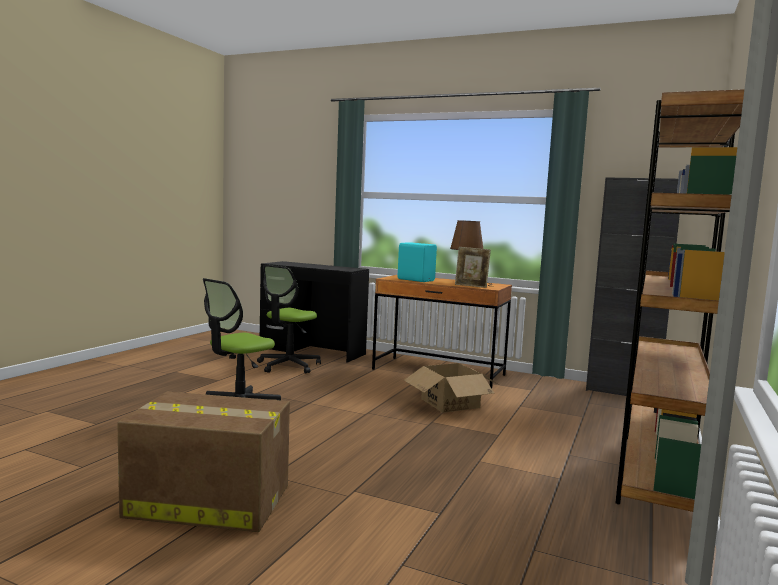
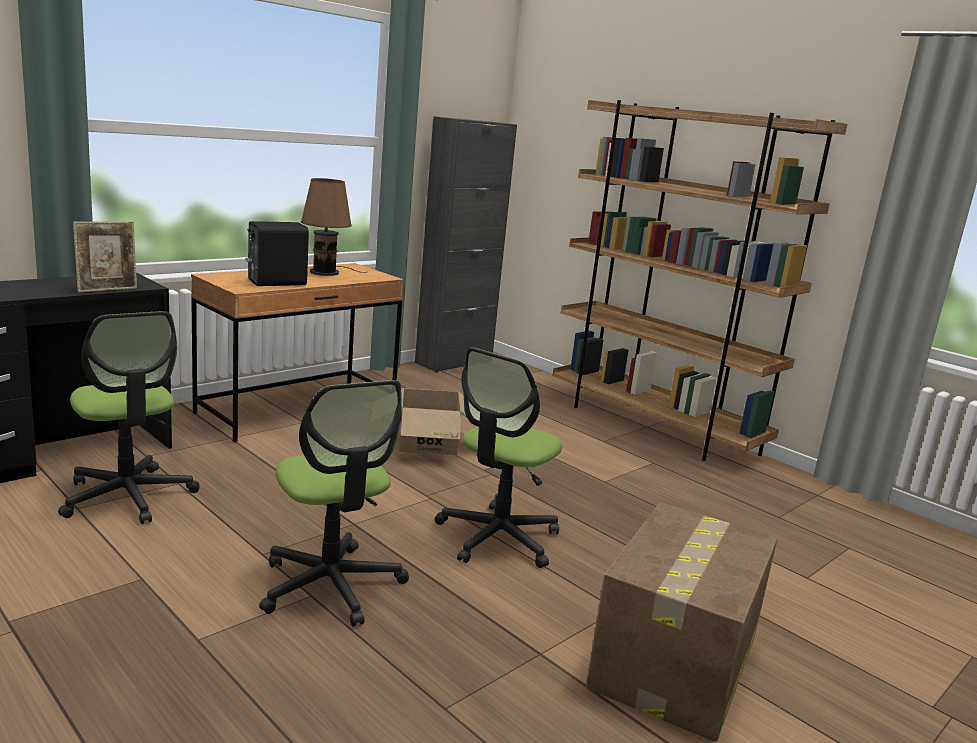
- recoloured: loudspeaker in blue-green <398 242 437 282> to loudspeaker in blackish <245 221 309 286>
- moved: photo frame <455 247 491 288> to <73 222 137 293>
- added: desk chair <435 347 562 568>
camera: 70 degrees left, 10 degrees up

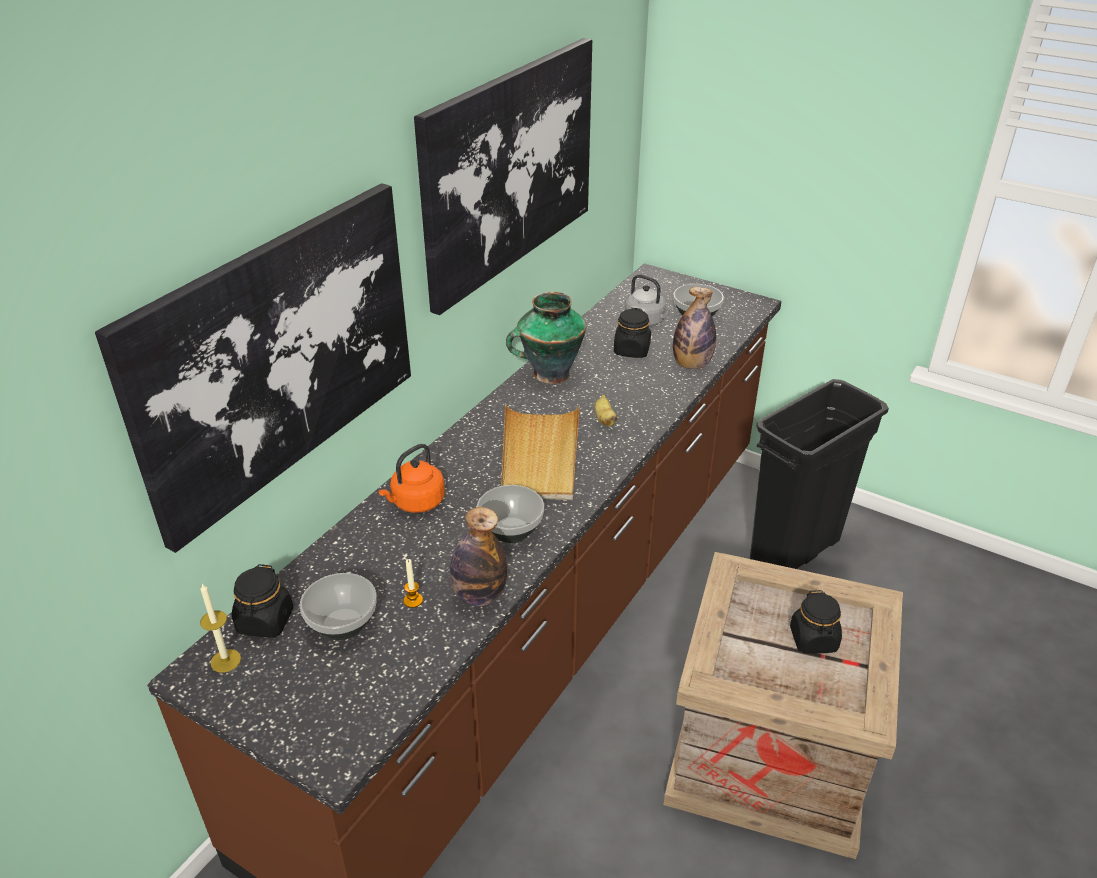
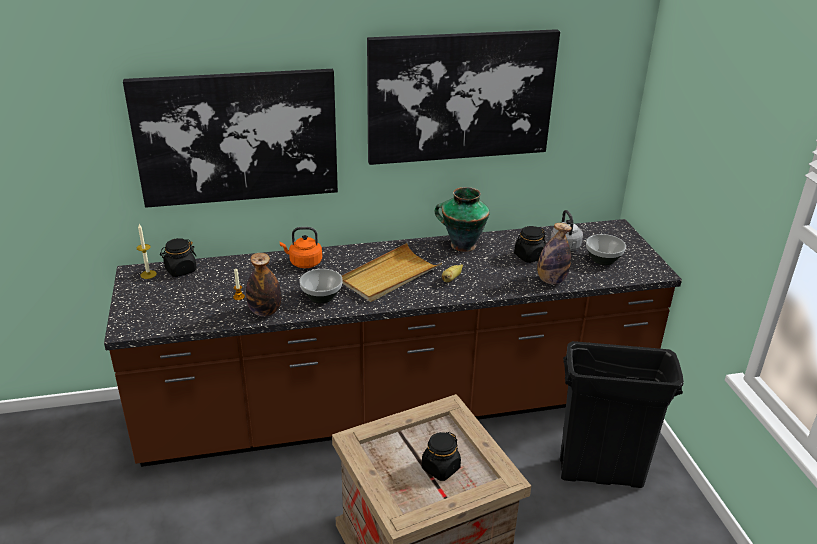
- removed: serving bowl <300 573 377 640>
camera: 45 degrees right, 5 degrees down

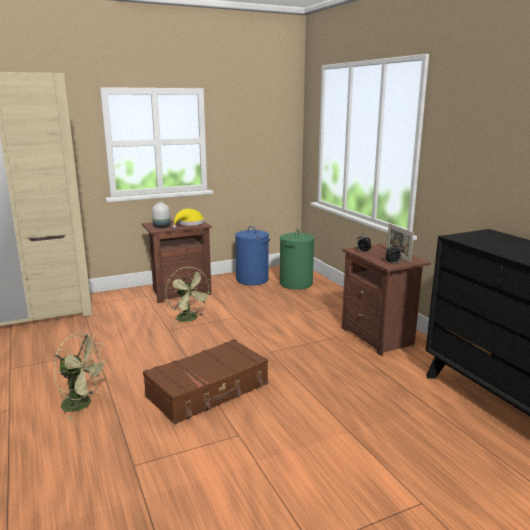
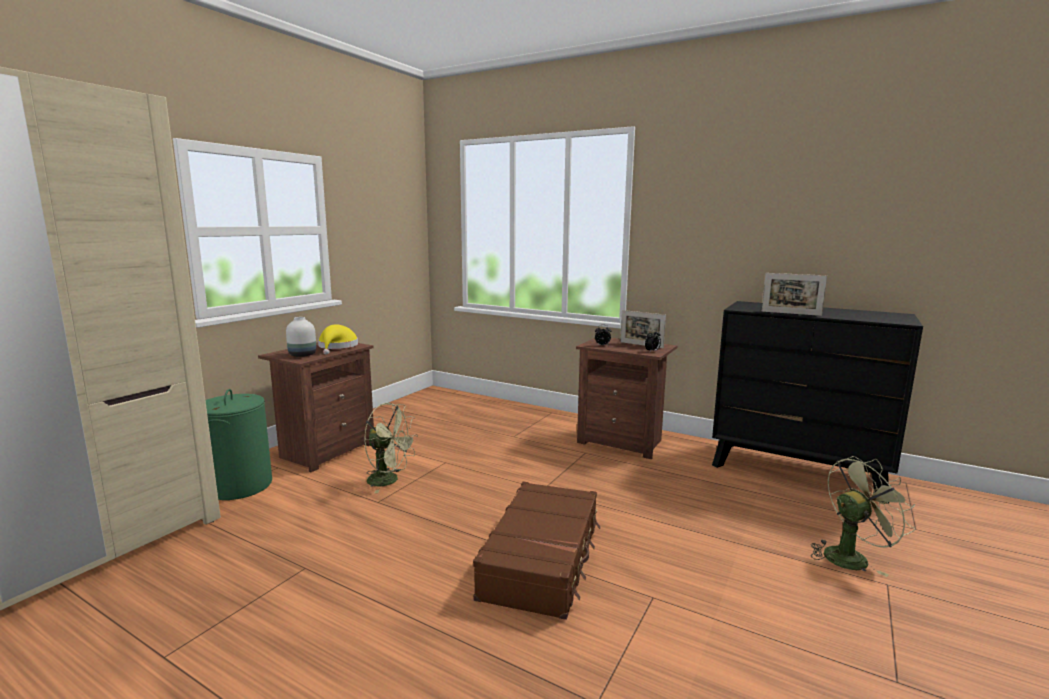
- moved: electric fan in green-coloured <54 333 108 420> to <811 456 915 577>
- removed: hamper in bluish <235 226 270 285>
- moved: hamper in green-coloured <280 229 314 290> to <205 389 272 500>
- added: photo frame <762 273 827 316>
camera: 35 degrees left, 5 degrees down

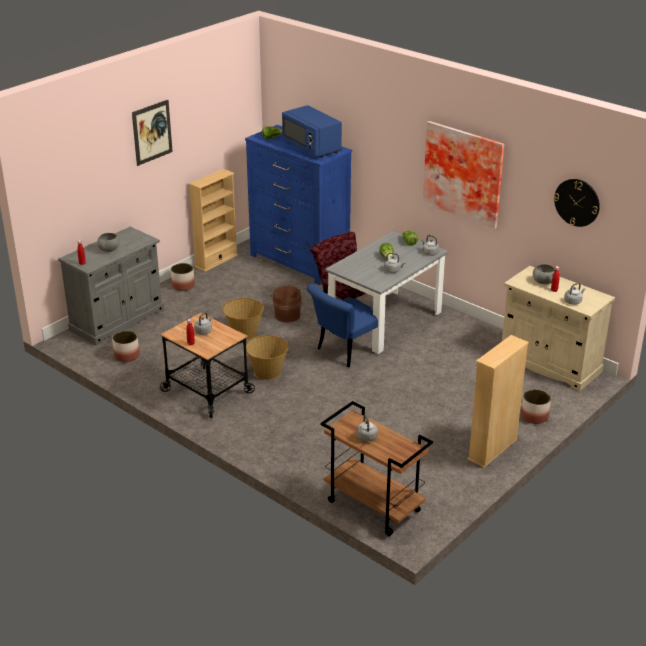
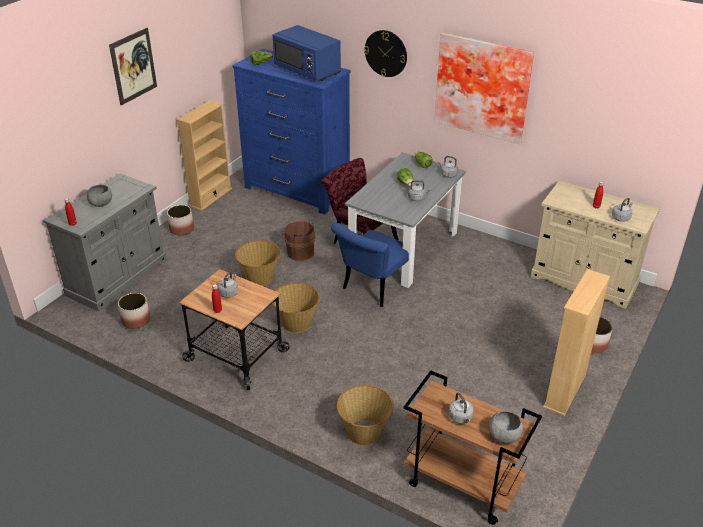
- moved: serving bowl in gray <533 264 555 284> to <489 411 523 444>
- moved: clock on the wall <554 179 600 227> to <364 30 407 77>
- added: storage basket <337 385 394 445>
camera: 10 degrees left, 5 degrees up

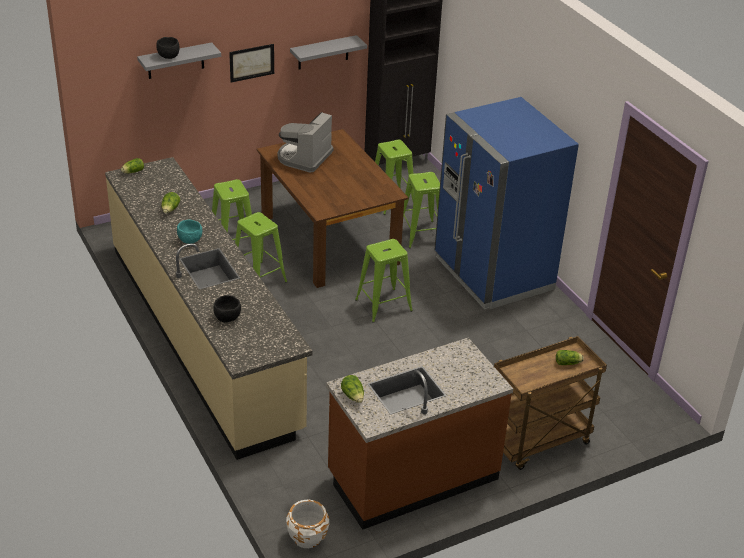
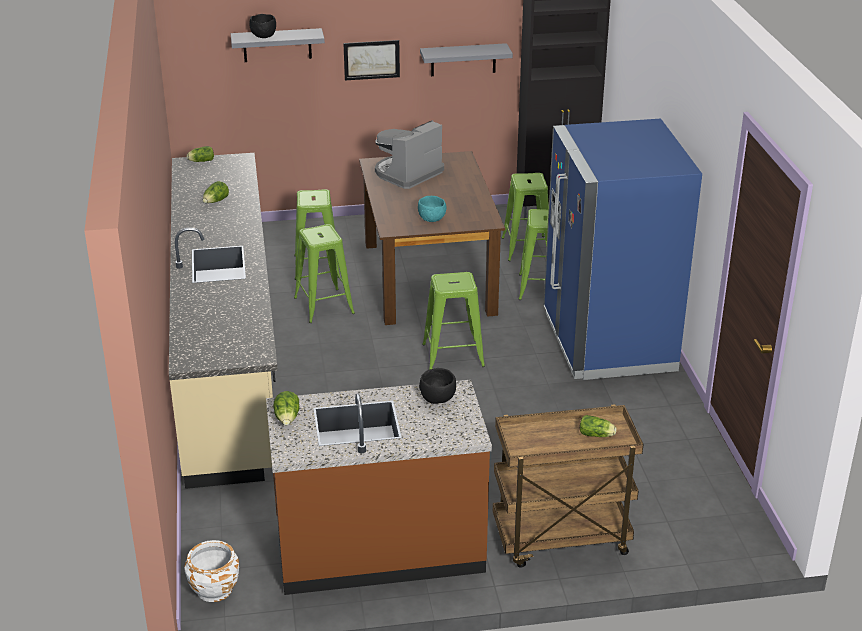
- moved: serving bowl in blue-green <177 220 202 244> to <418 196 447 222>
- moved: serving bowl in blackish <213 295 241 323> to <419 368 456 404>
camera: 20 degrees right, 5 degrees down

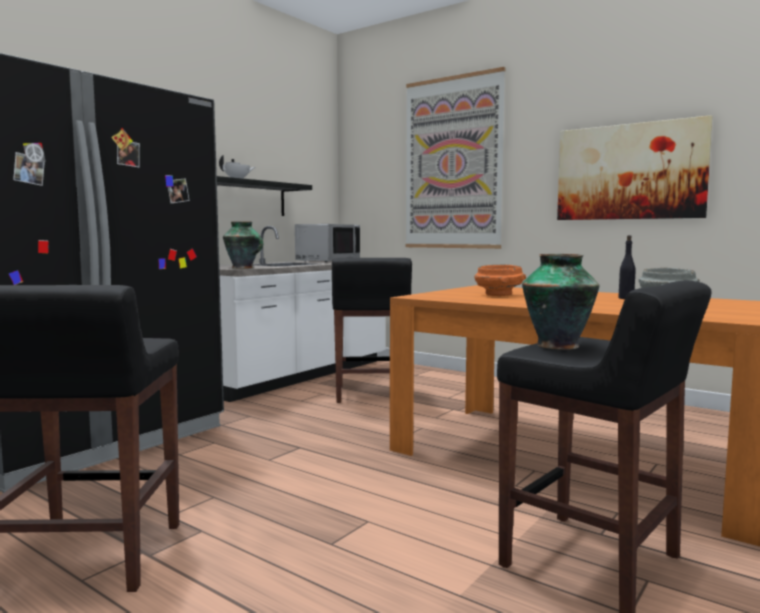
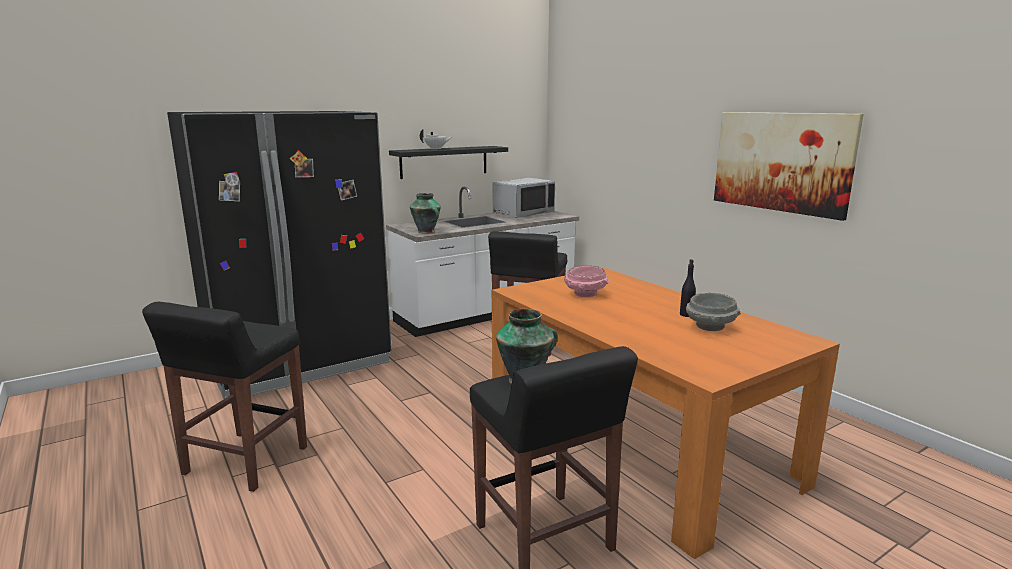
- removed: wall art <405 67 505 249>
- recoloured: serving bowl in orange-coloured <475 265 526 296> to serving bowl in pink-coloured <564 266 609 297>
camera: 20 degrees right, 10 degrees up

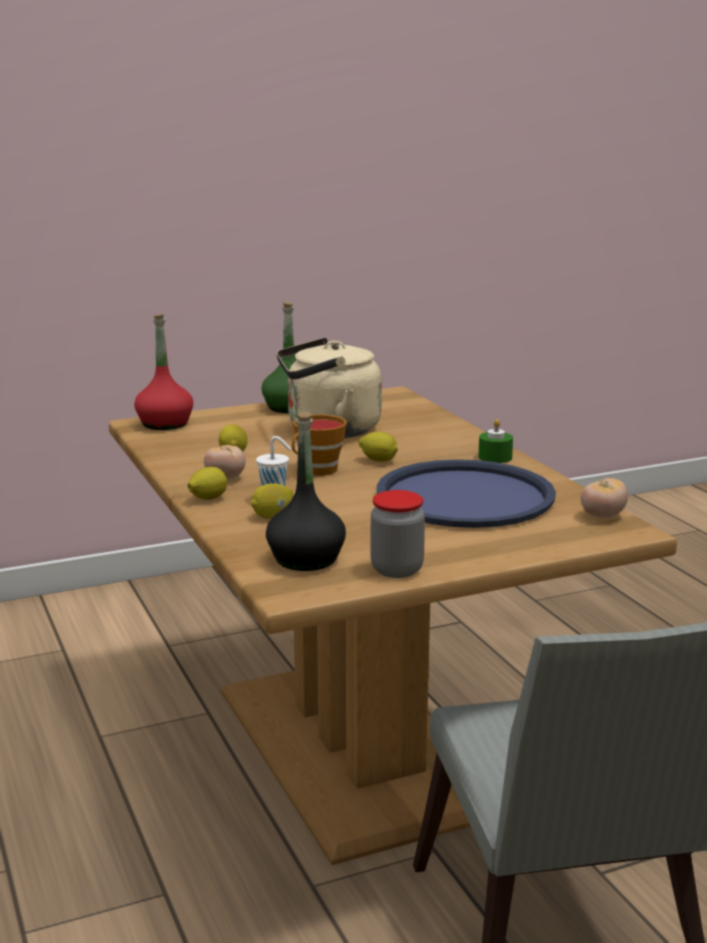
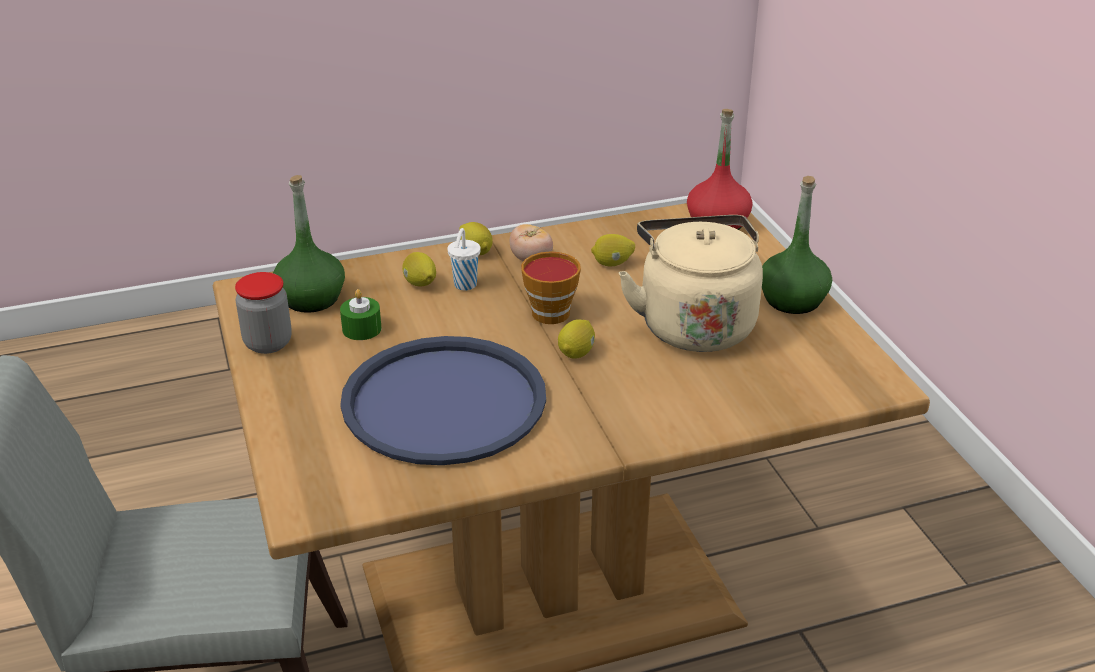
- recoloured: drink bottle in blackish <266 412 346 571> to drink bottle in green-coloured <273 175 345 313>
- moved: candle in green-coloured <478 419 513 463> to <340 289 382 340>
- removed: tomato <581 478 628 518>
camera: 95 degrees right, 15 degrees up

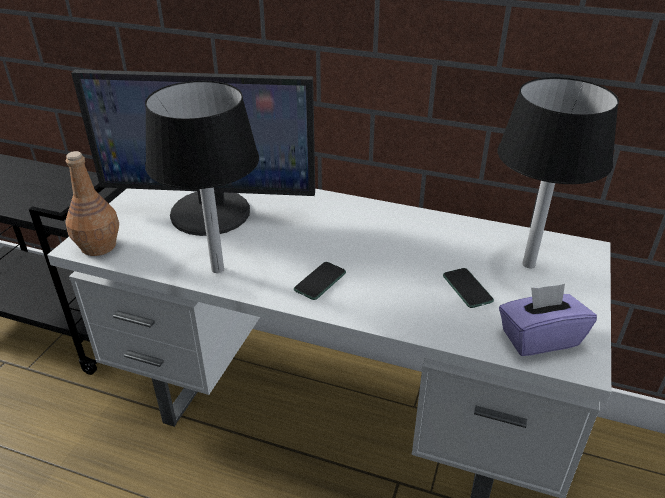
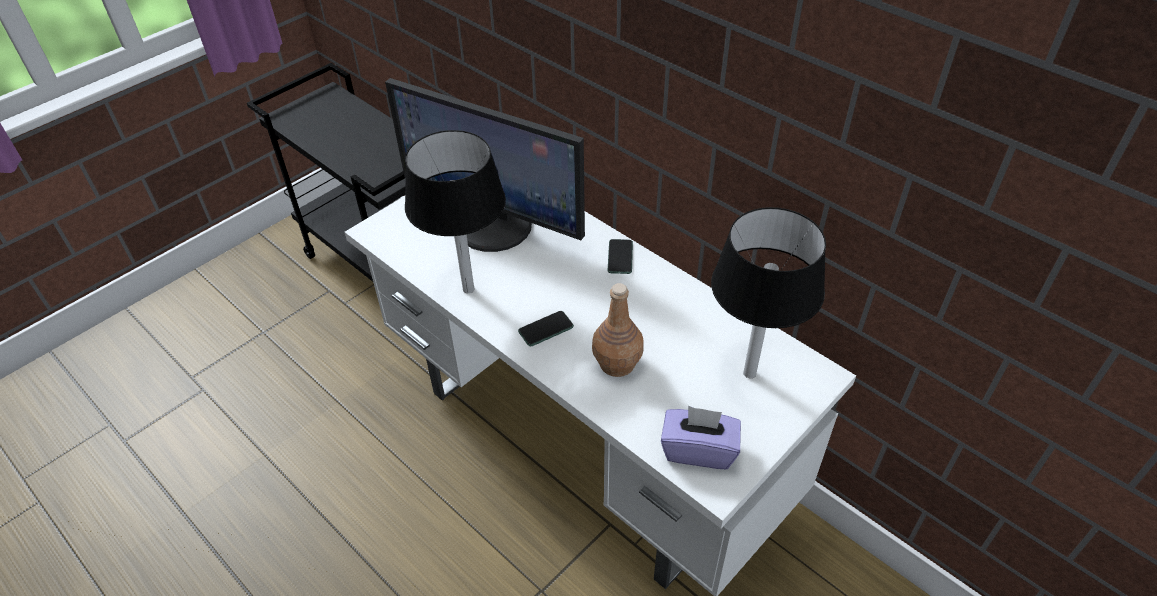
- moved: drink bottle in brown <65 151 119 256> to <592 283 644 377>
- moved: phone <443 268 494 308> to <608 239 633 274>
camera: 25 degrees right, 10 degrees up

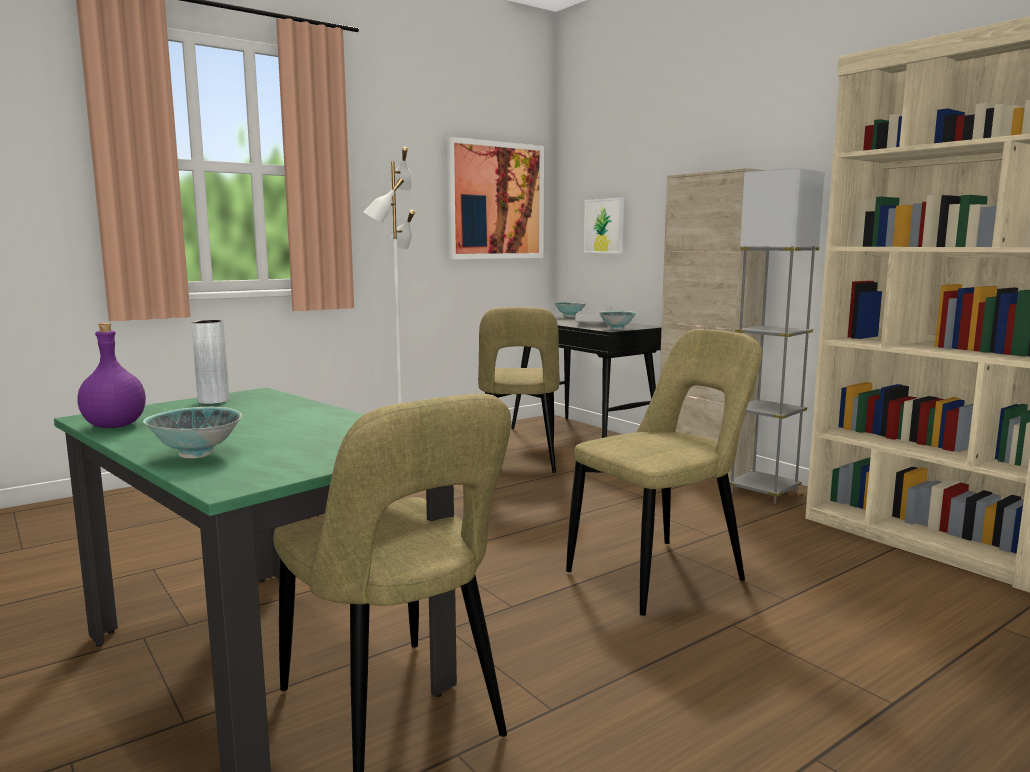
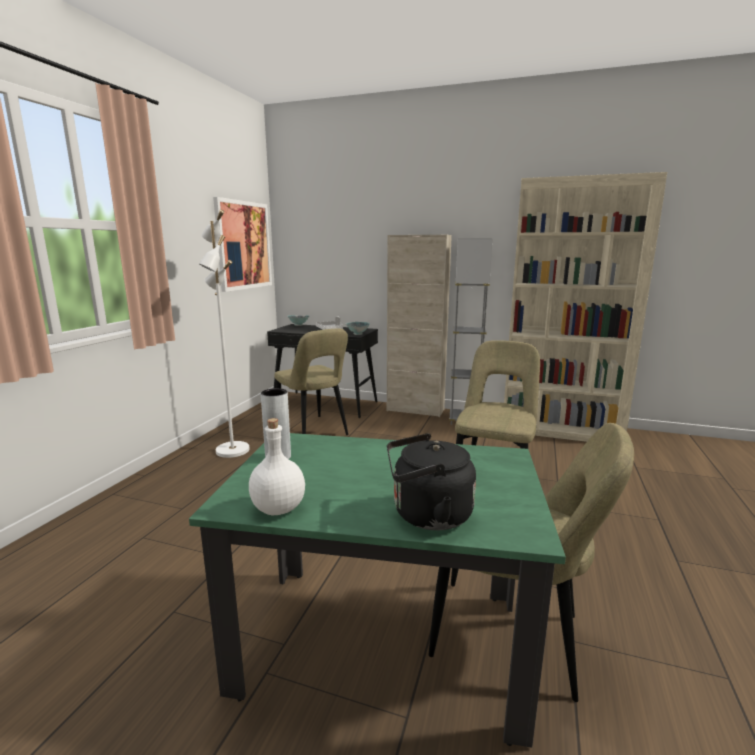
- recoloured: drink bottle in purple-coloured <77 323 146 428> to drink bottle in white-coloured <249 418 305 515>
- replaced: serving bowl <143 407 242 459> to kettle in blackish <387 433 476 530>
- removed: wall art <584 198 624 253>
camera: 35 degrees left, 5 degrees up

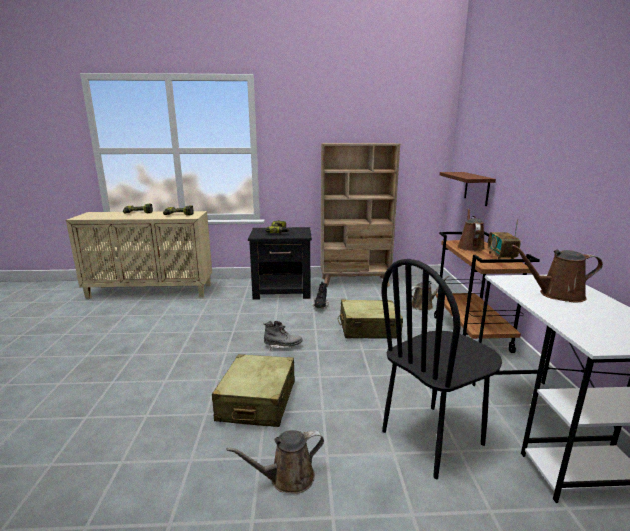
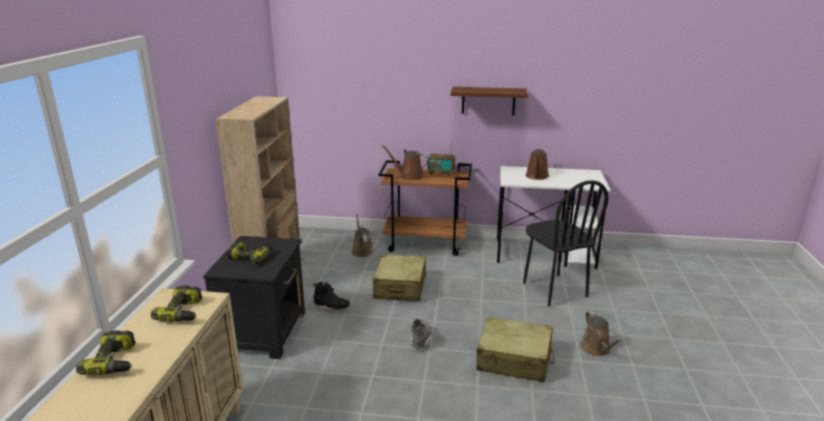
- moved: shelf in brown <440 172 496 206> to <450 87 528 115>
camera: 80 degrees left, 5 degrees up

